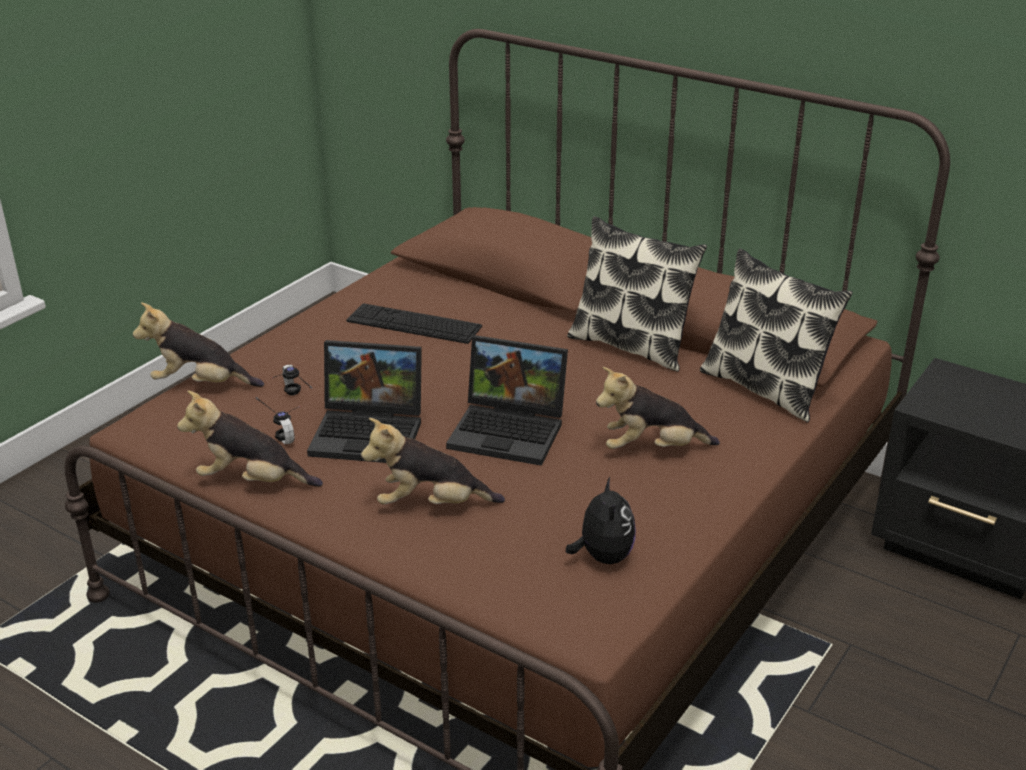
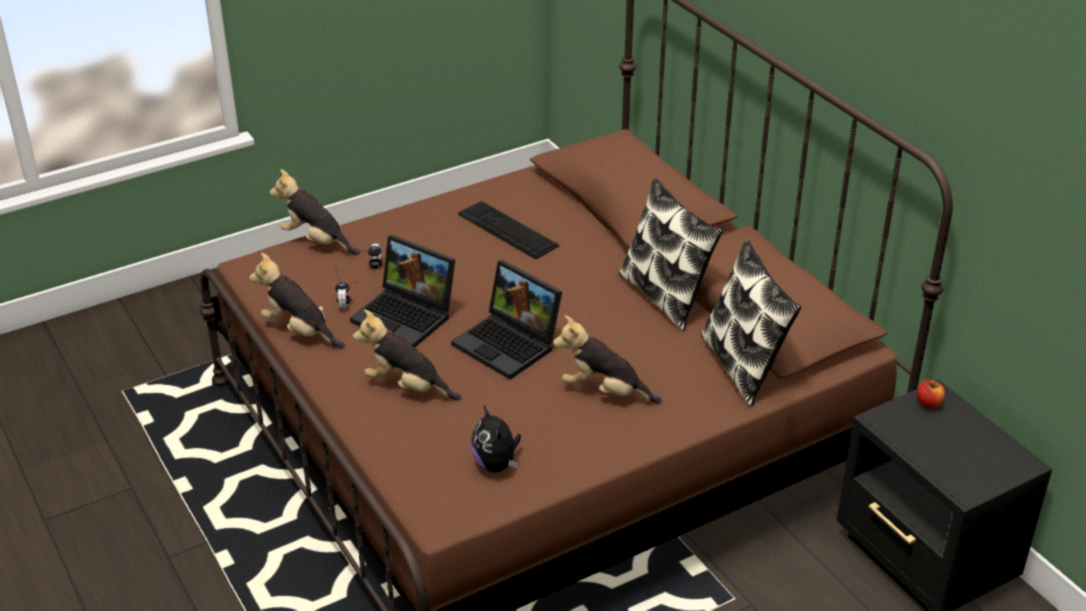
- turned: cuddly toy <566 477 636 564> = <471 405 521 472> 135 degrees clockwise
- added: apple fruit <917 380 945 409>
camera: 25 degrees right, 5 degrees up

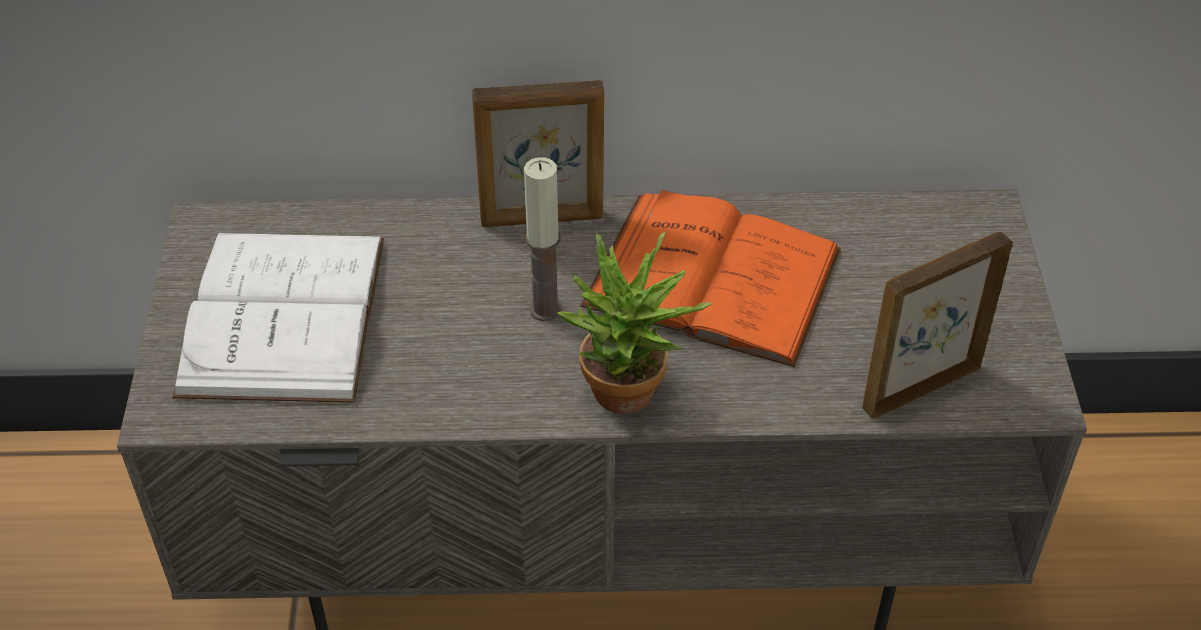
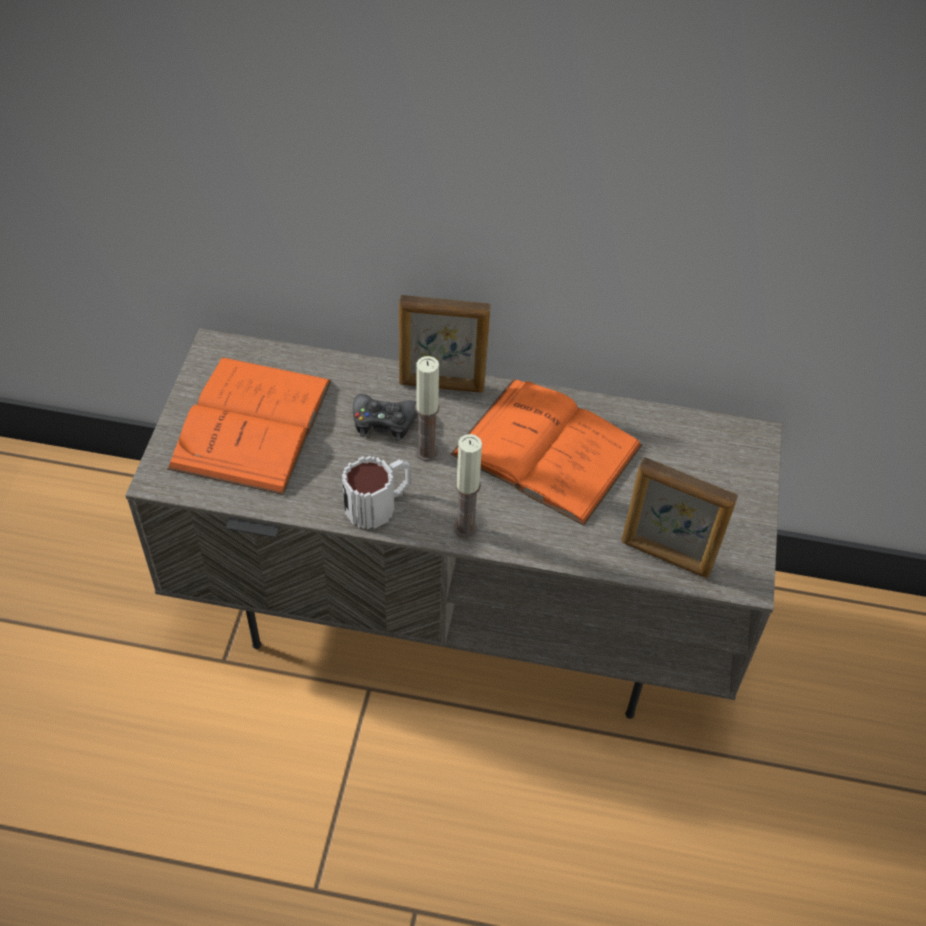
- recoloured: volume in white-coloured <172 233 384 403> to volume in orange-coloured <167 357 331 495>
- replaced: plant in a pot <556 232 713 414> to candle <454 434 482 538>
- turned: photo frame <862 232 1013 419> = <621 457 738 578> 135 degrees counterclockwise
- added: tea mug <342 456 410 529>
- added: joypad in blackish <353 394 418 442>
camera: 10 degrees right, 5 degrees up

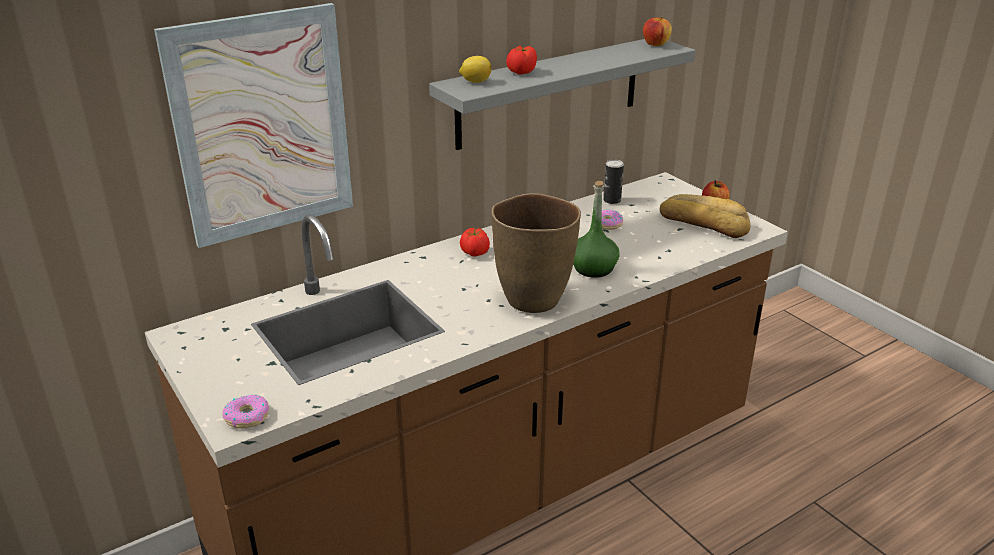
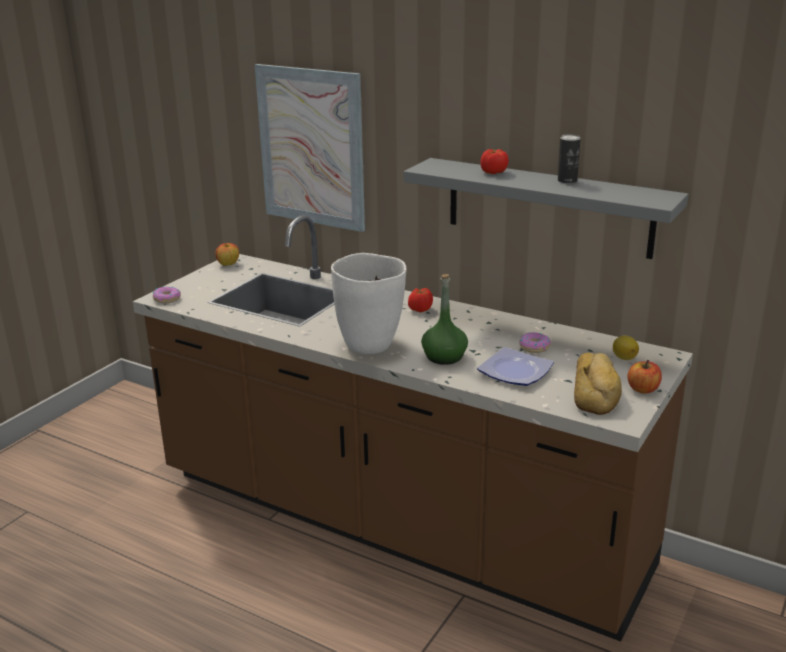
- moved: whole lemon <459 56 492 83> to <613 336 639 360>
- recoloured: decorative vase in brown <491 193 581 313> to decorative vase in white-coloured <331 253 407 354>
- moved: metal can <603 159 624 204> to <558 134 580 184>
- moved: apple fruit <643 16 672 46> to <215 243 239 266>
- added: dinner plate <477 347 554 386>
camera: 65 degrees right, 5 degrees down

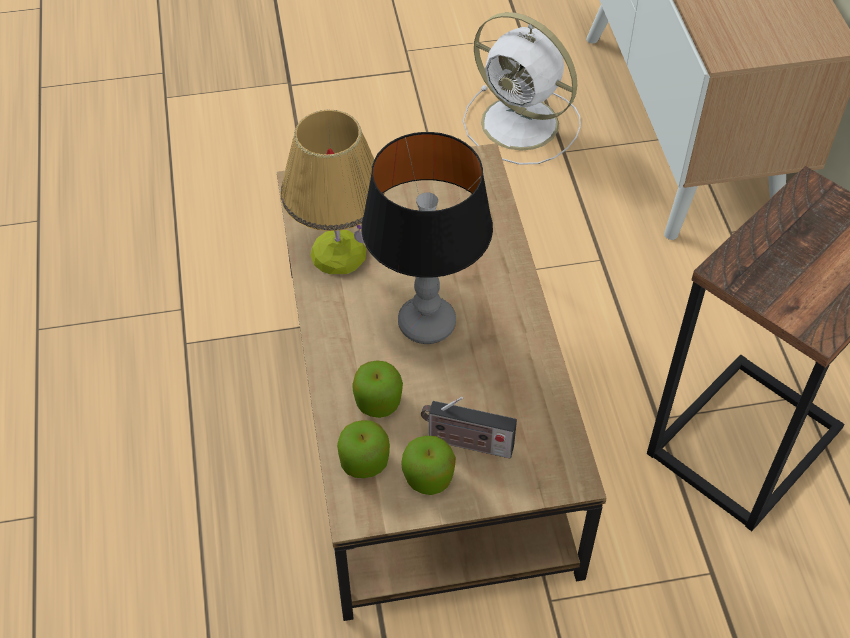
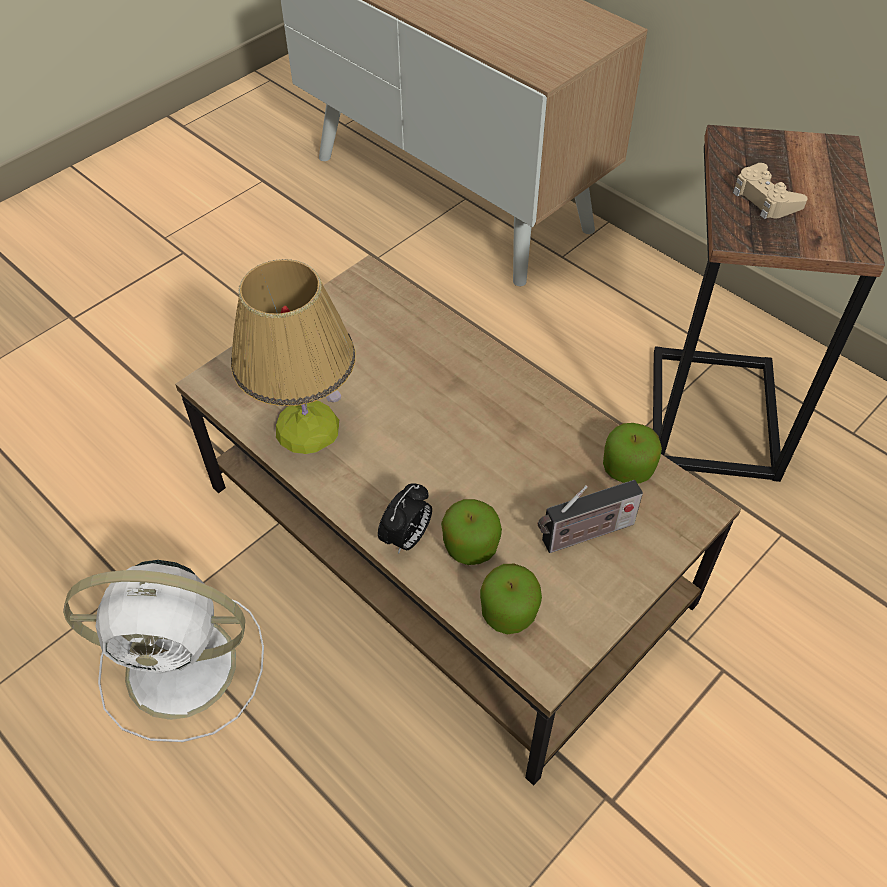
- removed: lamp for a table <361 132 493 344>
- moved: apple fruit <401 436 456 495> to <603 423 662 484>
- moved: electric fan in white-coloured <463 12 581 165> to <63 560 264 742>
- added: alarm clock <378 483 432 554>
- added: joypad in beige <733 163 808 219>
camera: 35 degrees left, 0 degrees up

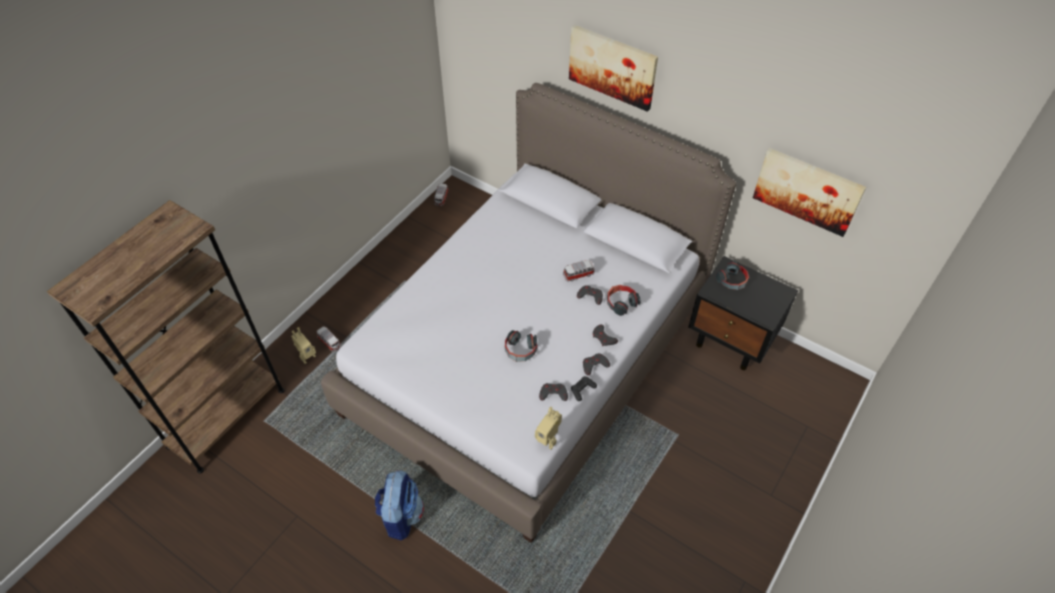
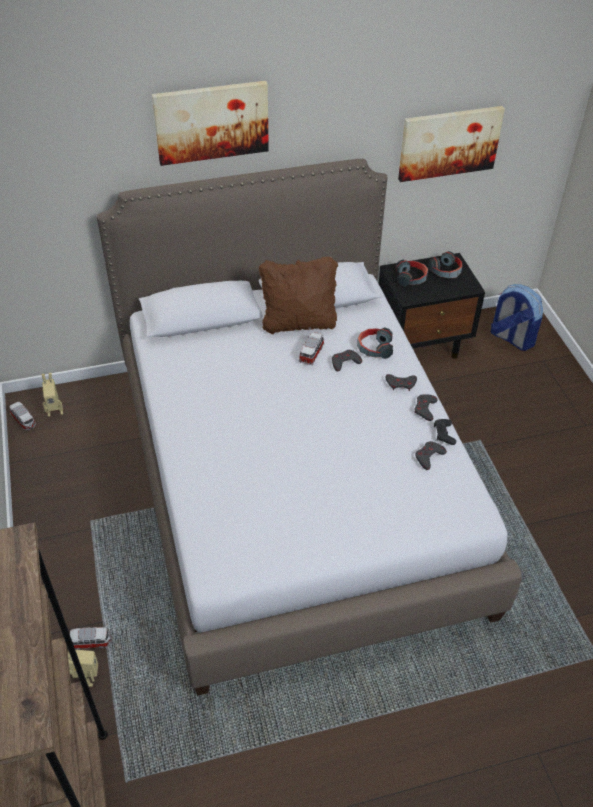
- moved: knapsack <375 470 424 540> to <491 284 543 351>
- moved: headset <505 330 537 362> to <428 251 462 279>
- moved: toy robot <535 407 562 450> to <42 373 63 417>
- added: cushion in brown <259 257 338 334>
camera: 50 degrees left, 5 degrees down

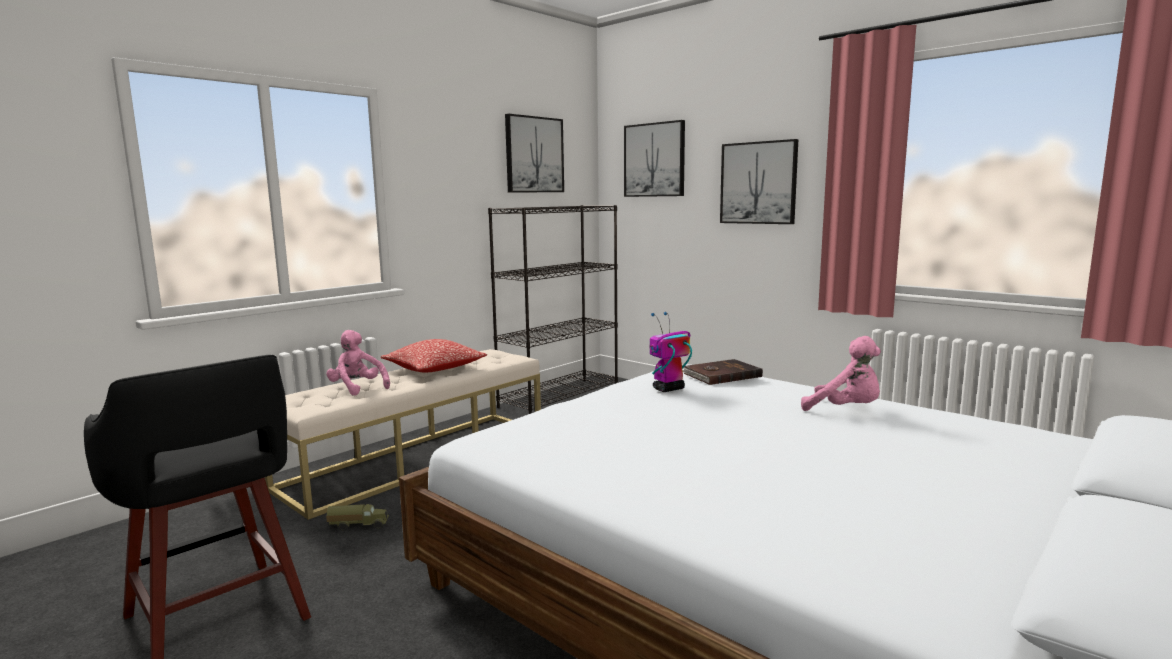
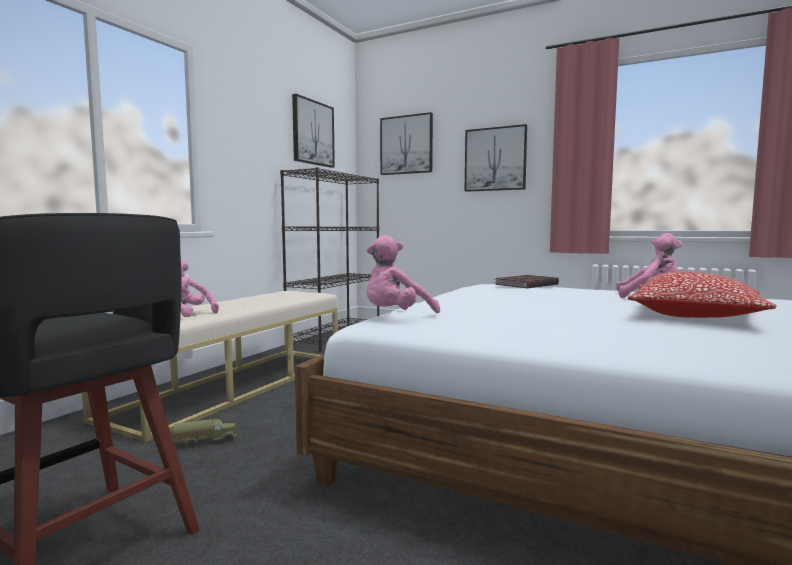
- moved: cushion <381 339 487 372> to <628 271 776 318>
- removed: toy robot <650 312 692 392>
- added: cuddly toy in pink-coloured <367 235 440 314>
camera: 15 degrees left, 5 degrees down

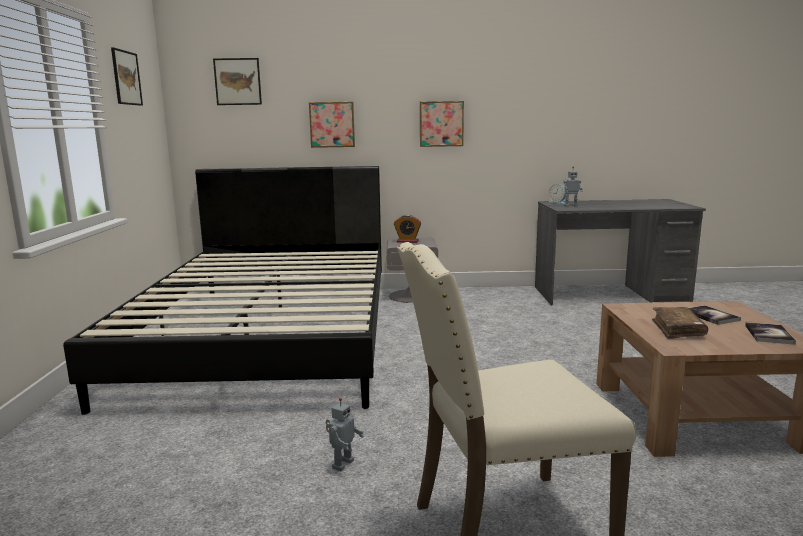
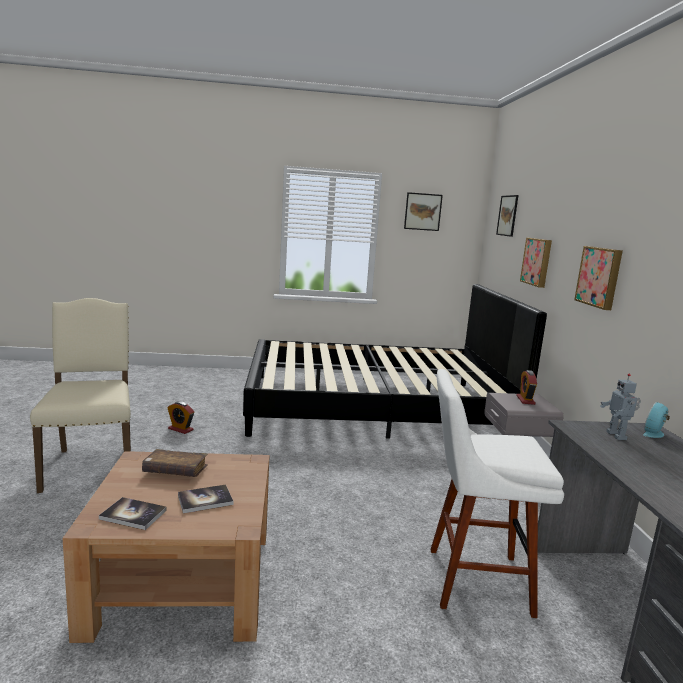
- replaced: toy robot <326 398 364 471> to alarm clock <167 401 194 434>
- added: sitting stool in white-coloured <431 369 564 618>
camera: 85 degrees right, 0 degrees up

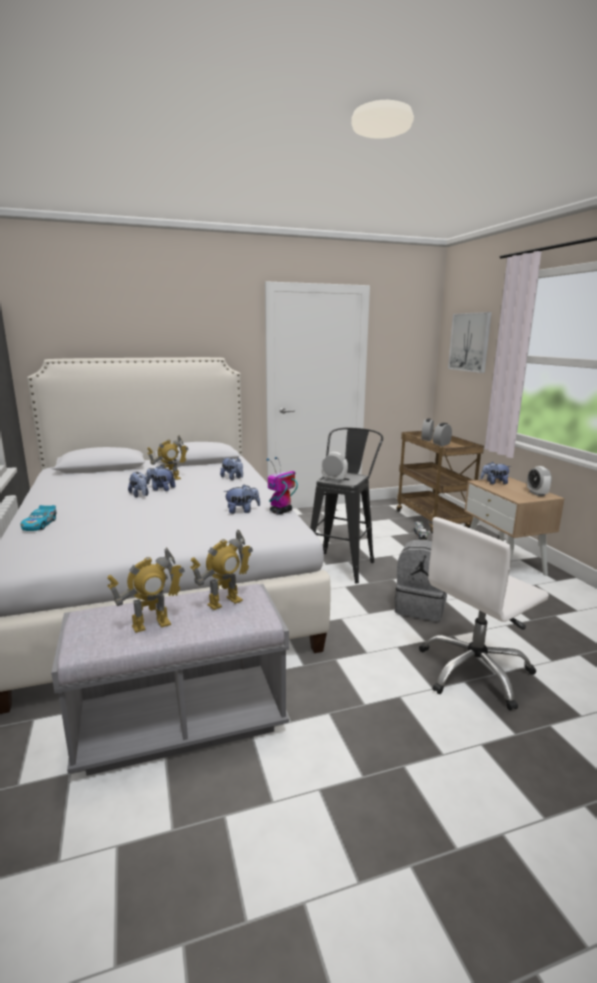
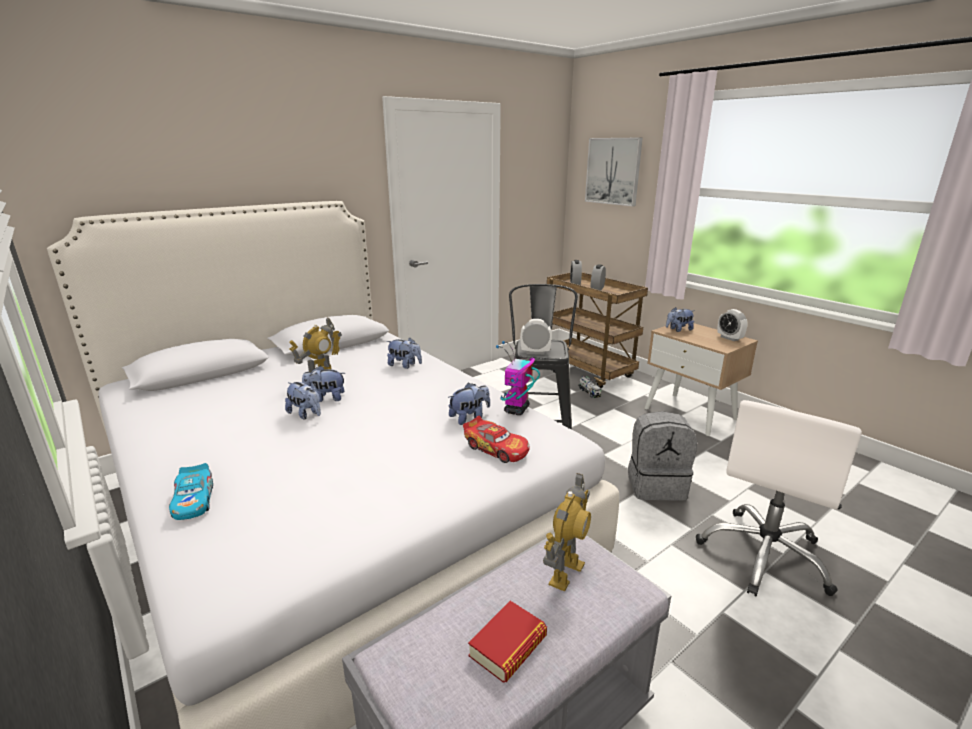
- replaced: toy robot <107 547 185 633> to volume <468 601 547 683>
- added: miniature car <463 416 530 463>
camera: 20 degrees left, 5 degrees up

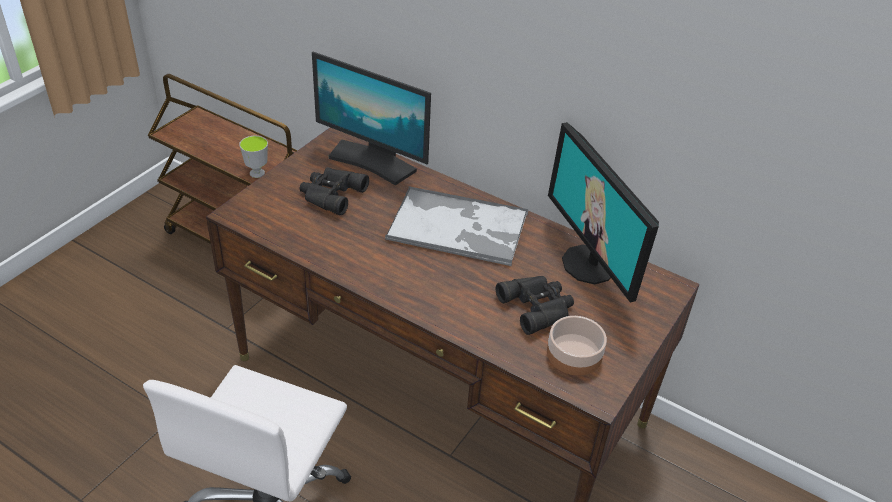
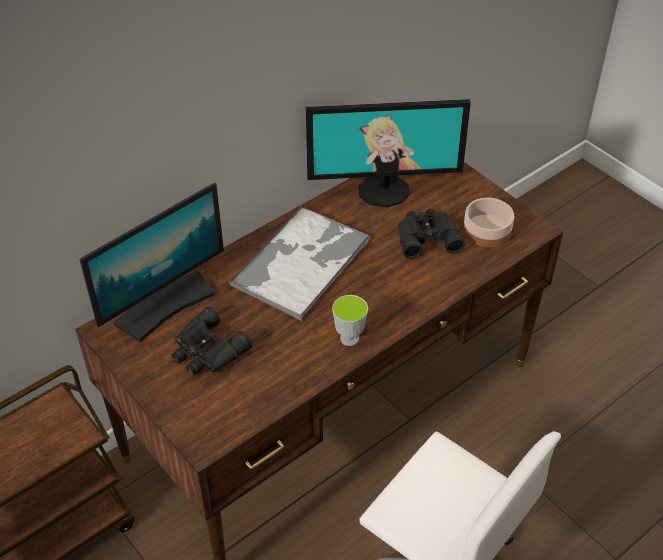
- moved: small cup <239 136 268 178> to <332 295 368 346>
camera: 70 degrees left, 5 degrees up

